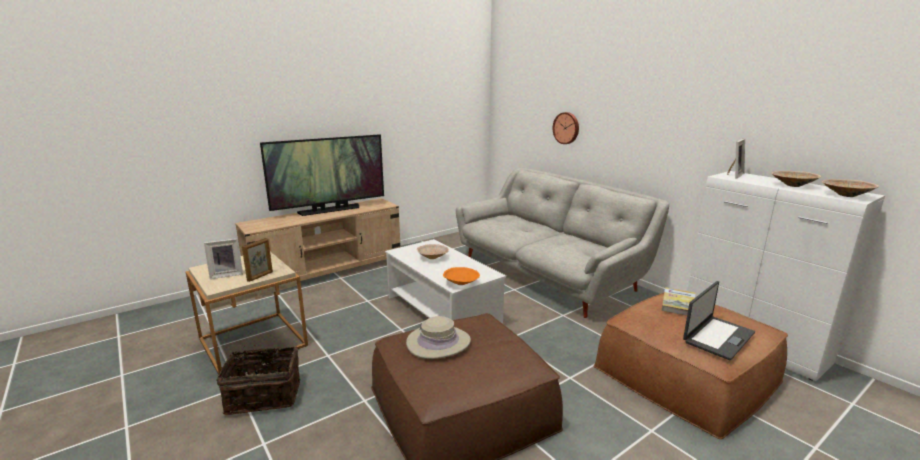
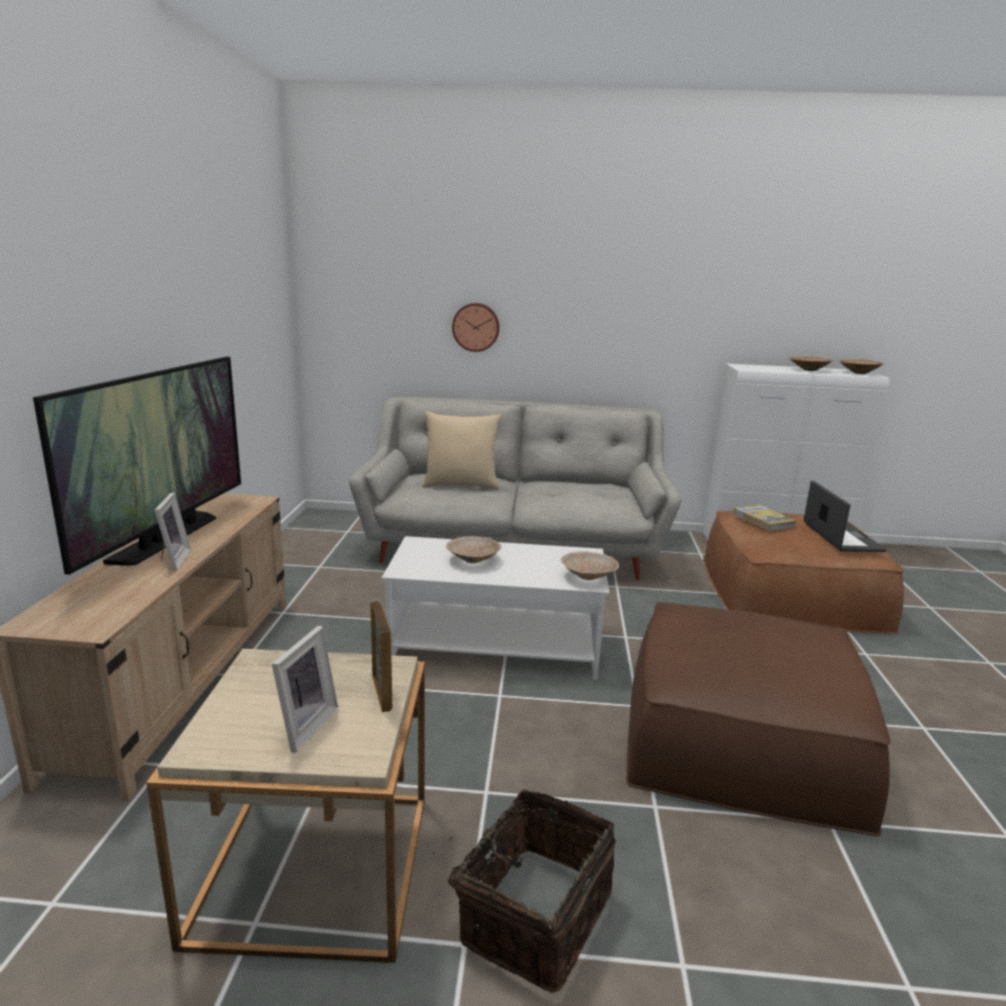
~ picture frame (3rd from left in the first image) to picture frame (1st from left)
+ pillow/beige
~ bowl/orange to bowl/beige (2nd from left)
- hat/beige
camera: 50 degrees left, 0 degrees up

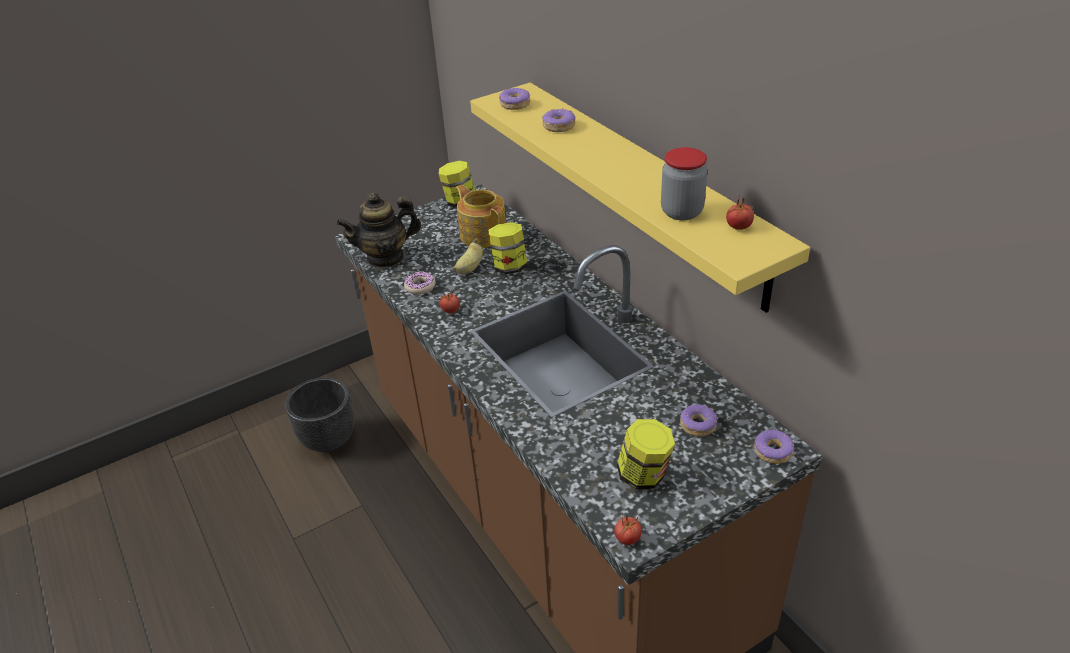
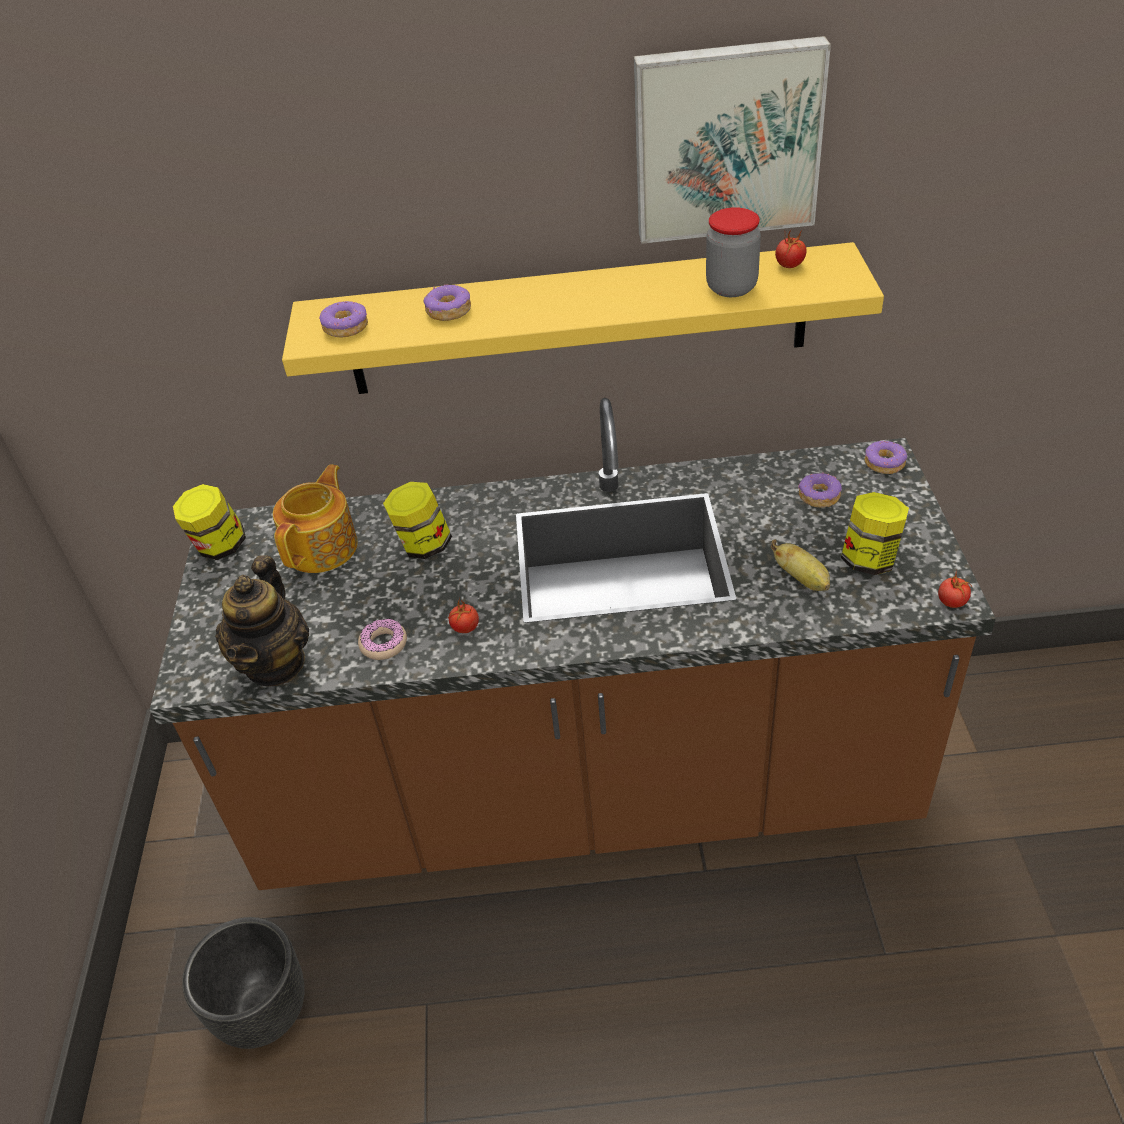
~ teapot (2nd from left) 120 degrees clockwise
+ picture
~ banana
camera: 60 degrees left, 5 degrees up

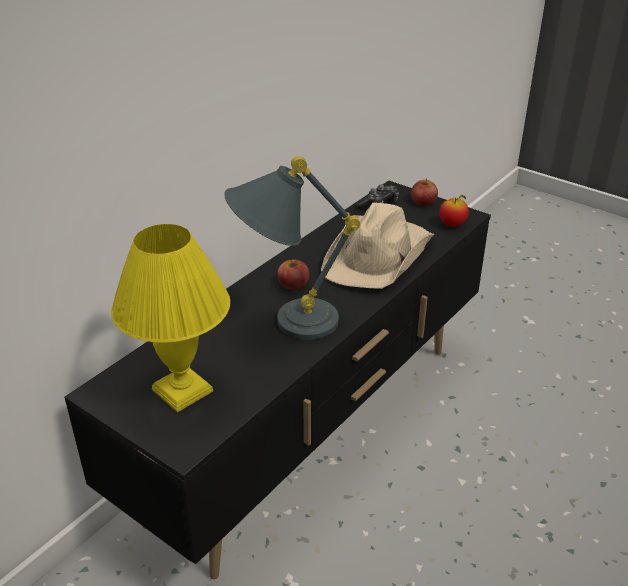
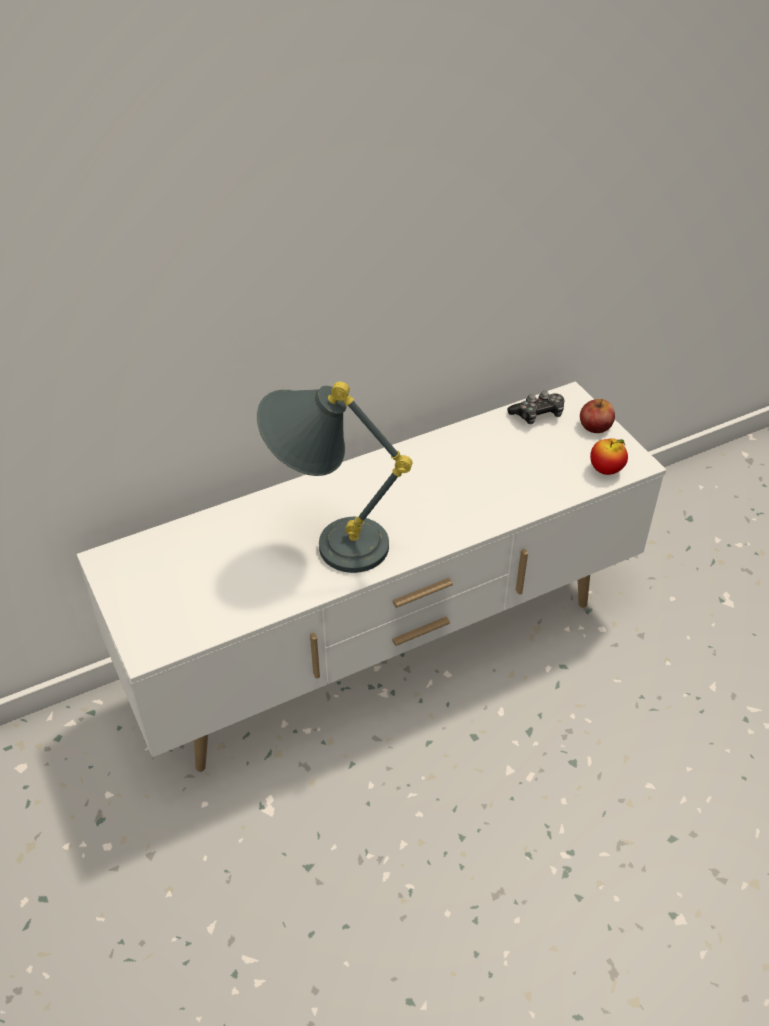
~ tv stand/black to tv stand/white
- table lamp/yellow
- apple (1st from left)
- hat/beige
camera: 25 degrees right, 10 degrees up

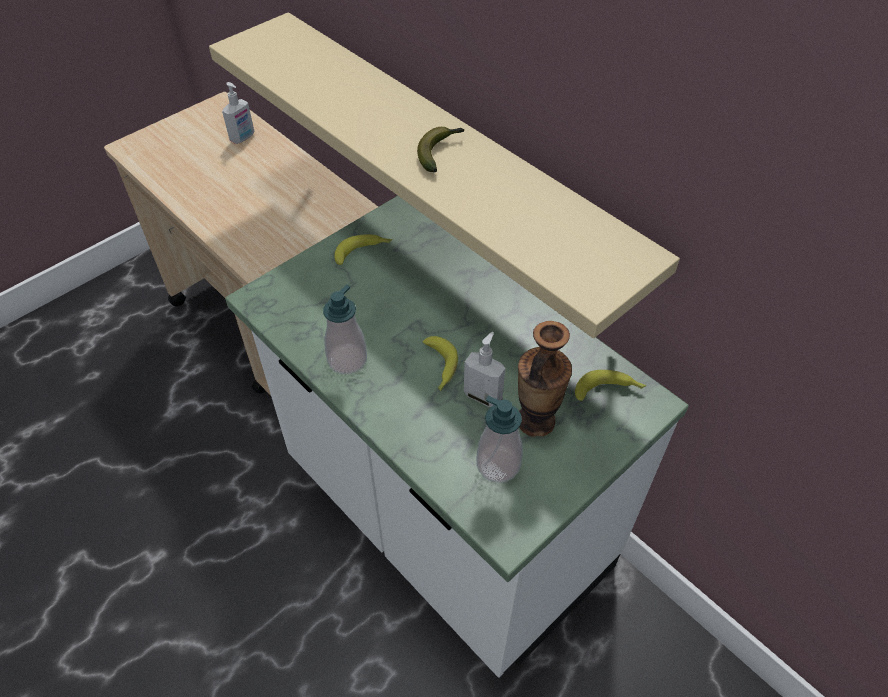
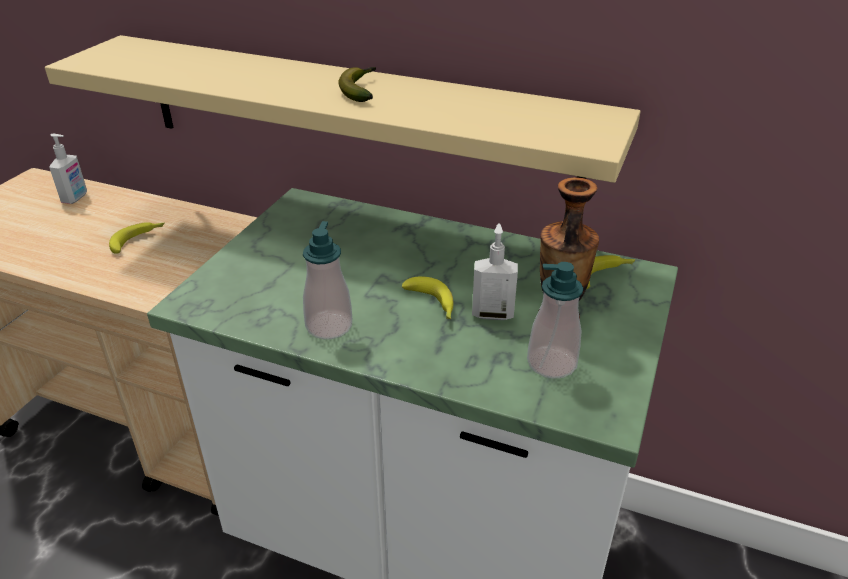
~ banana (1st from left)
camera: 25 degrees left, 15 degrees down

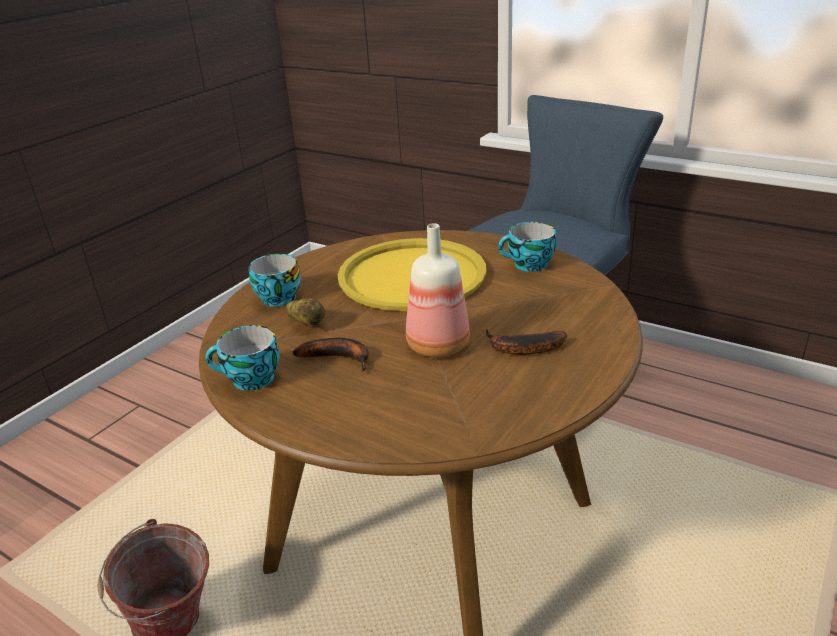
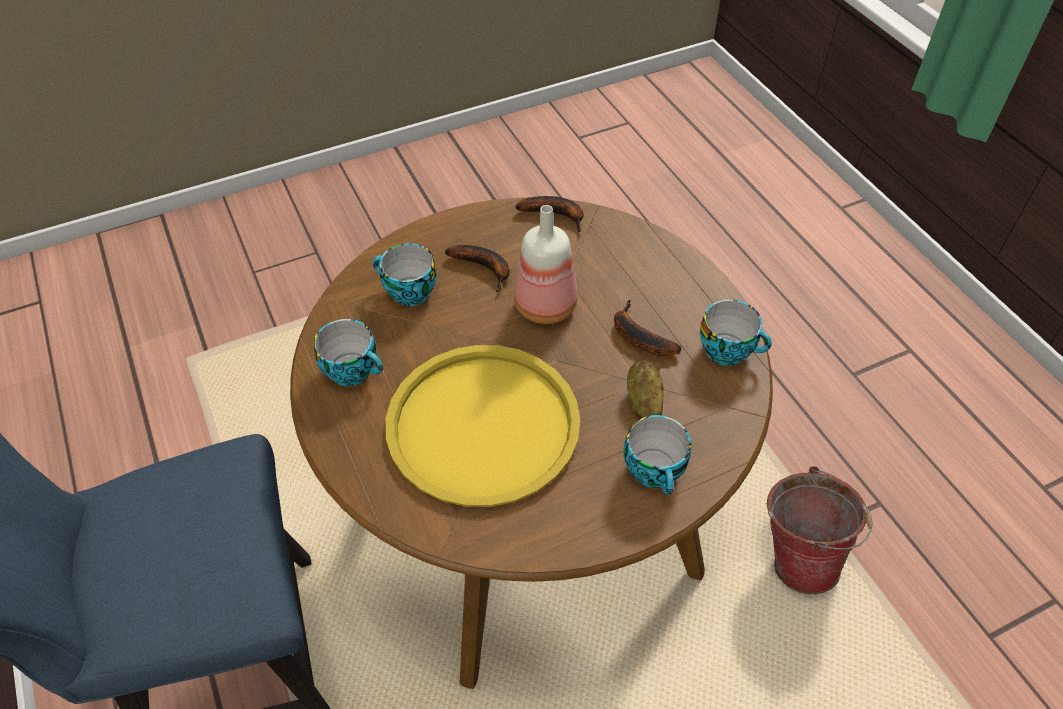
+ cup (2nd from left)
+ banana (2nd from left)
camera: 150 degrees left, 20 degrees up

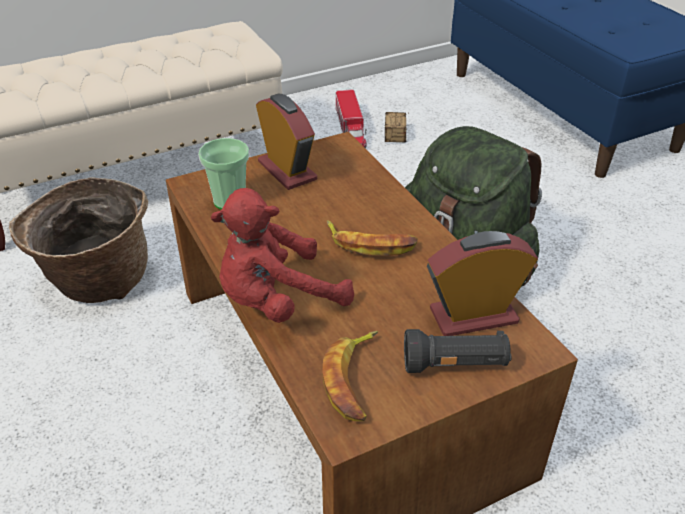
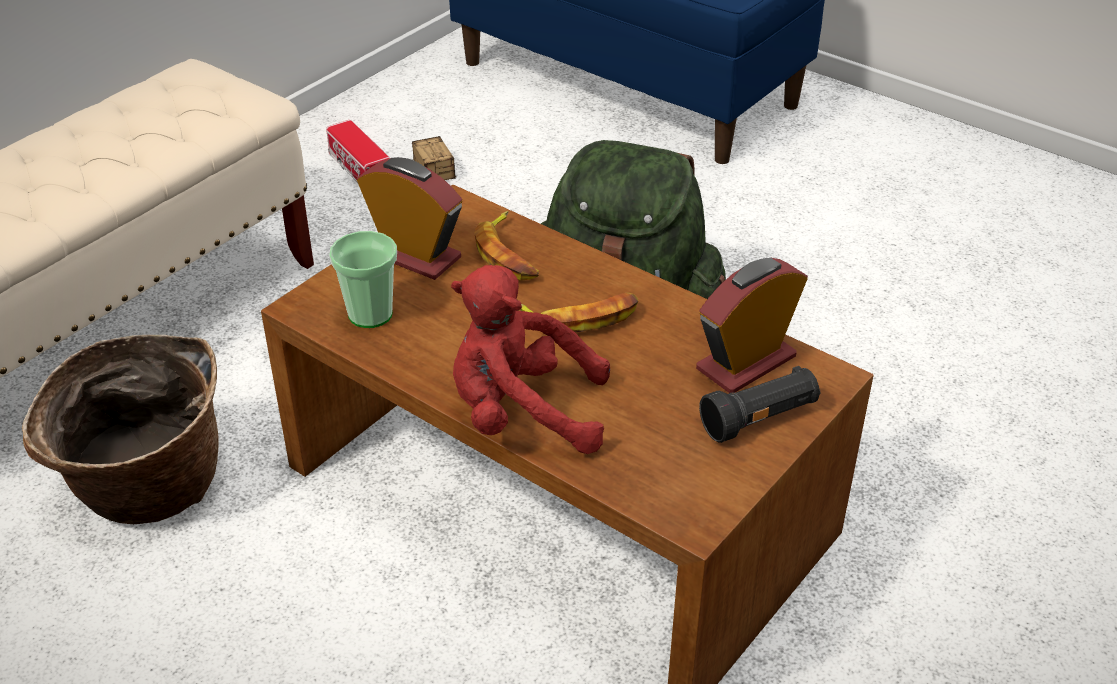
~ plush toy/red 60 degrees clockwise
~ banana (1st from left)
camera: 25 degrees left, 0 degrees up

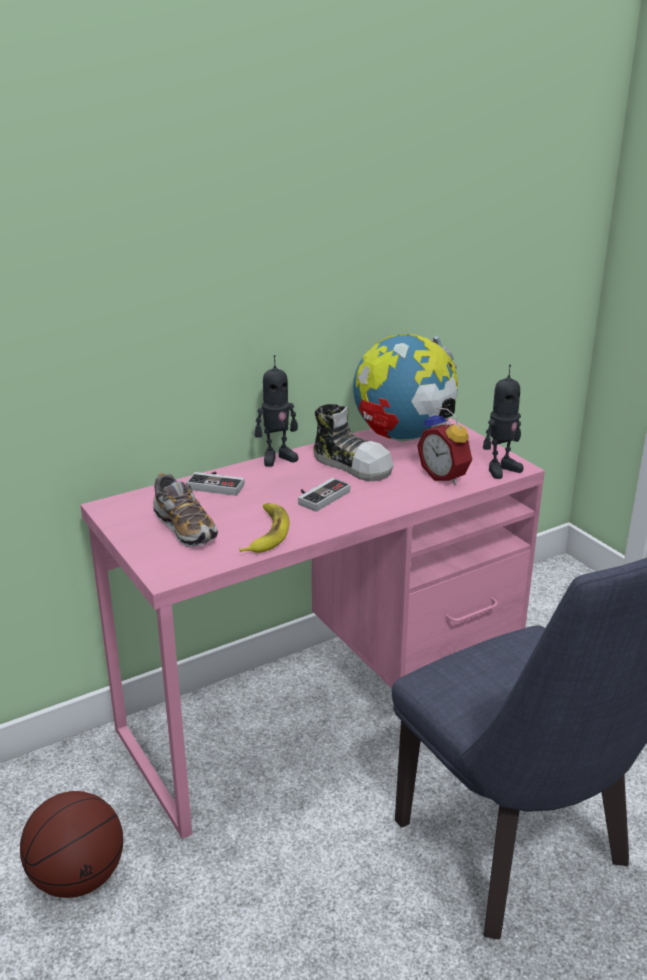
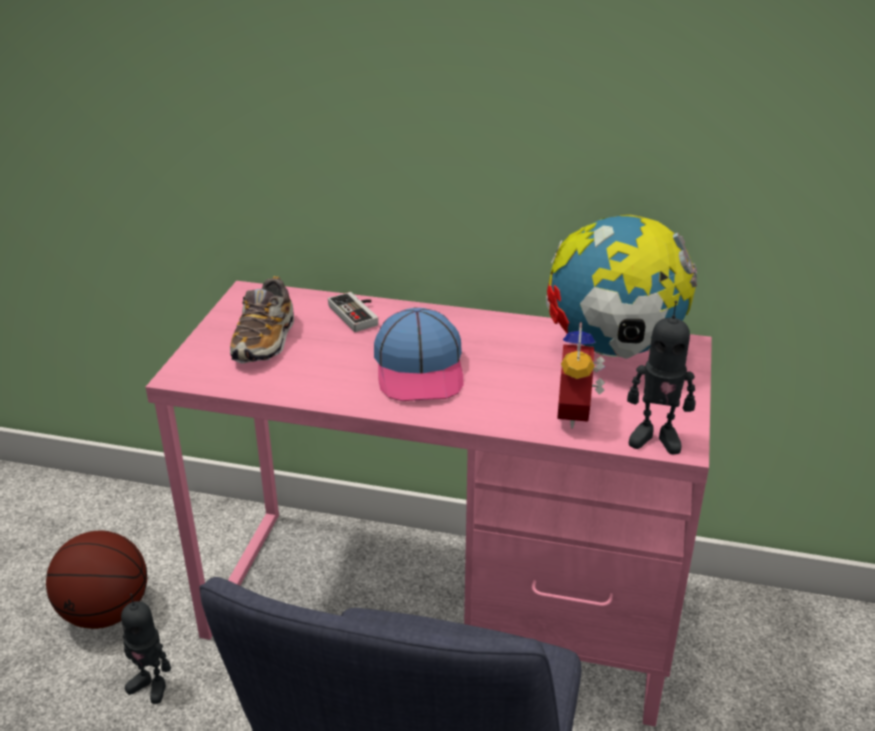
~ toy robot (1st from left)
~ game controller (2nd from left) to cap
- banana
- shoe (2nd from left)
camera: 45 degrees right, 5 degrees up

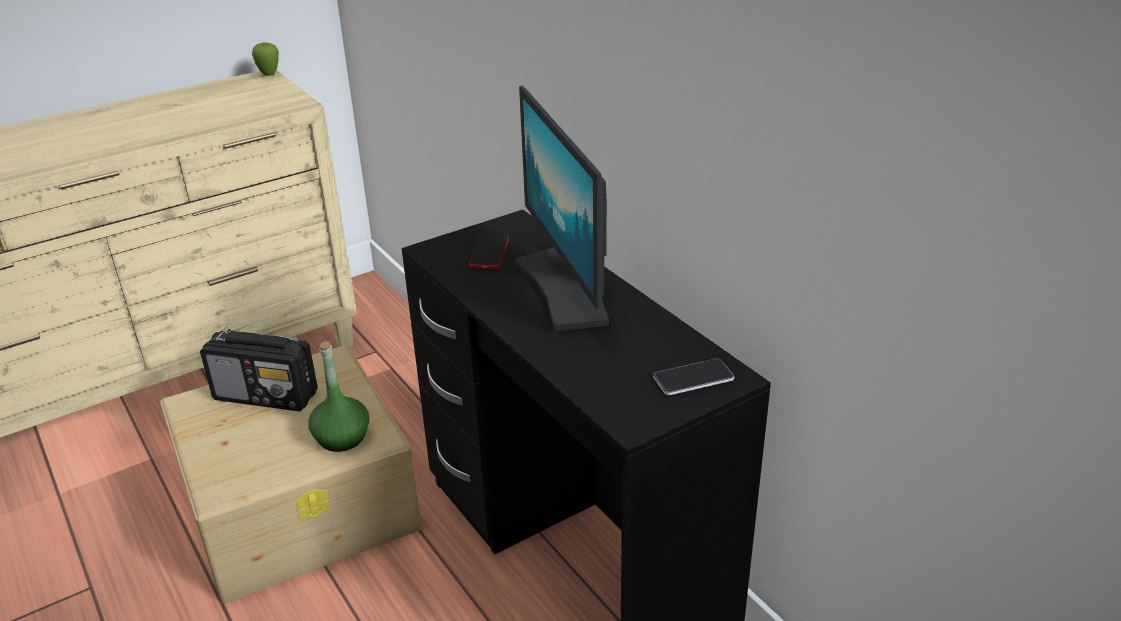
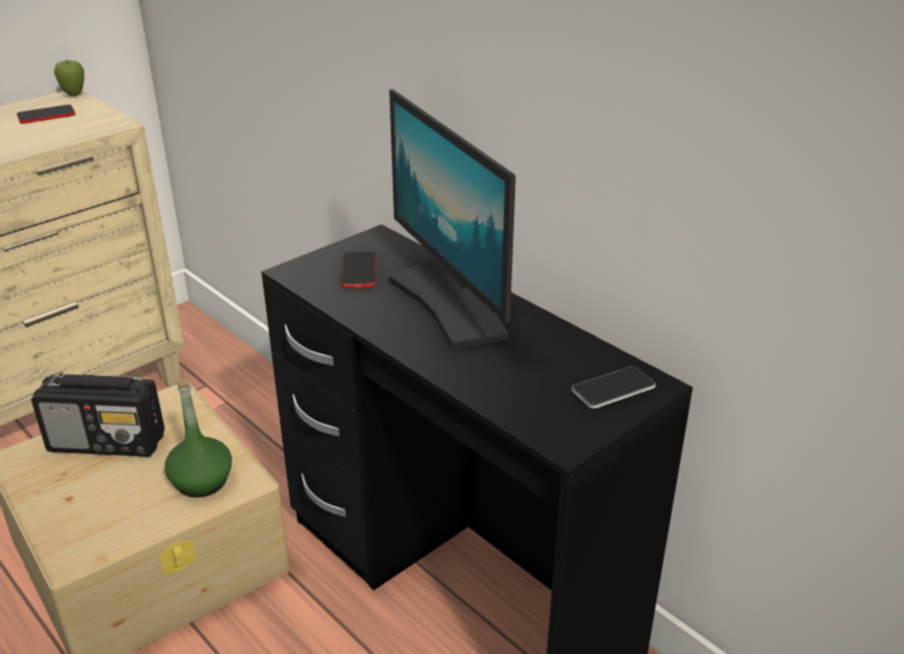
+ phone (1st from left)
camera: 10 degrees left, 0 degrees up

